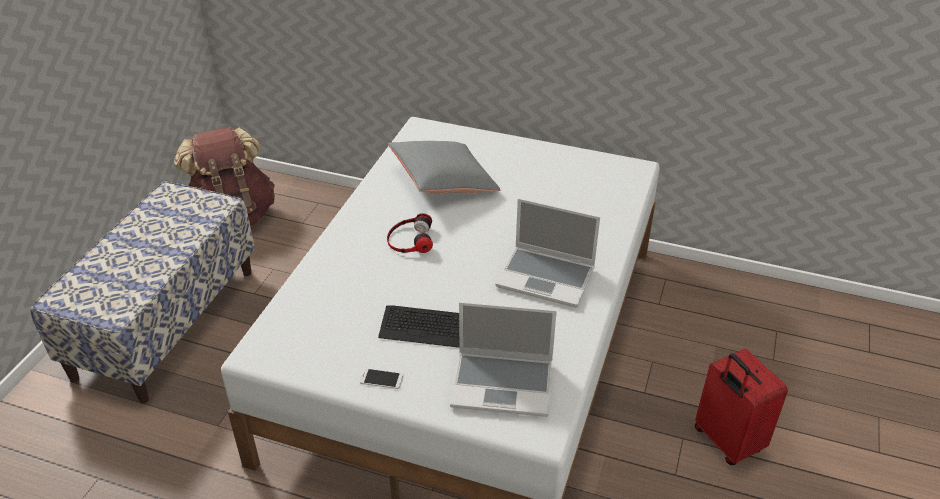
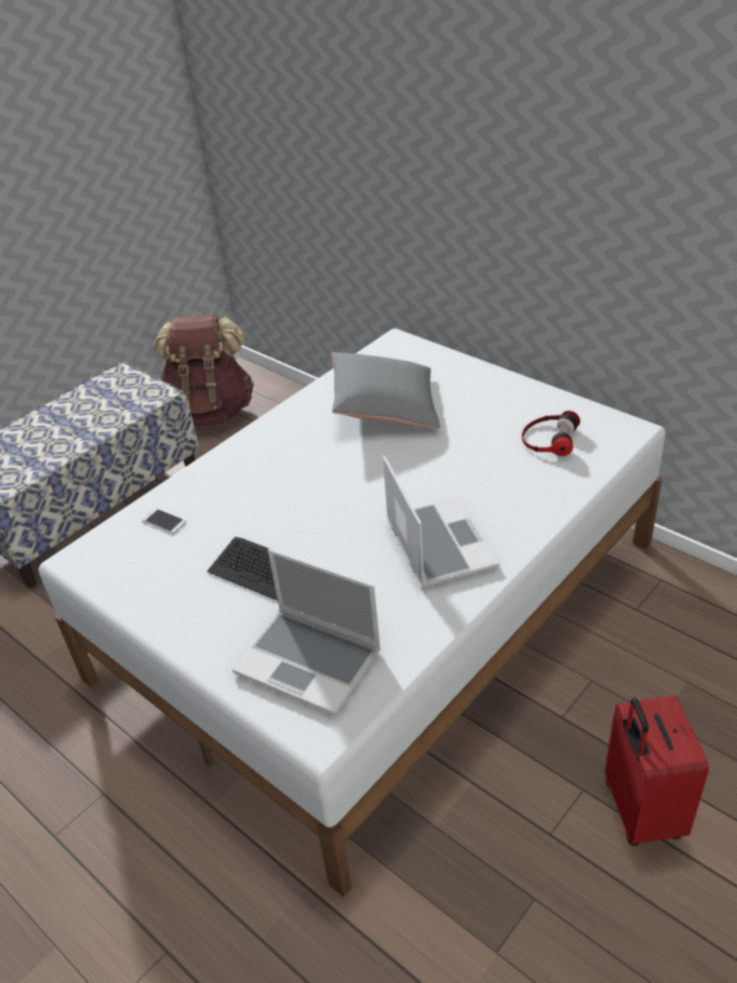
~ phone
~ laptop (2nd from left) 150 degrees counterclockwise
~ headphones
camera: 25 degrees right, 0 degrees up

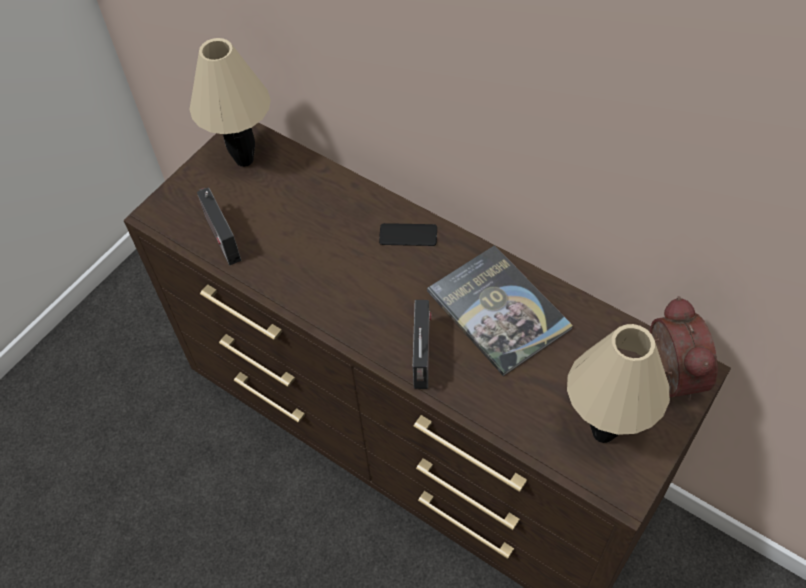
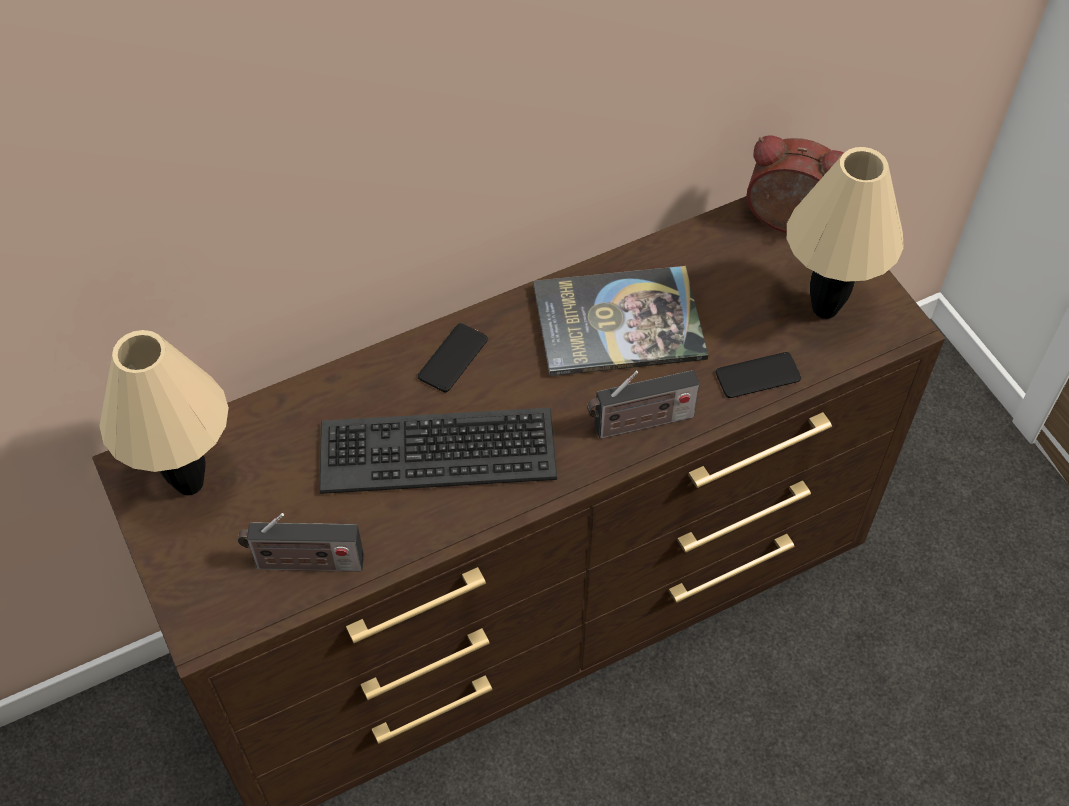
+ keyboard
~ radio (2nd from left) 135 degrees clockwise
+ phone (2nd from left)
camera: 65 degrees left, 0 degrees up

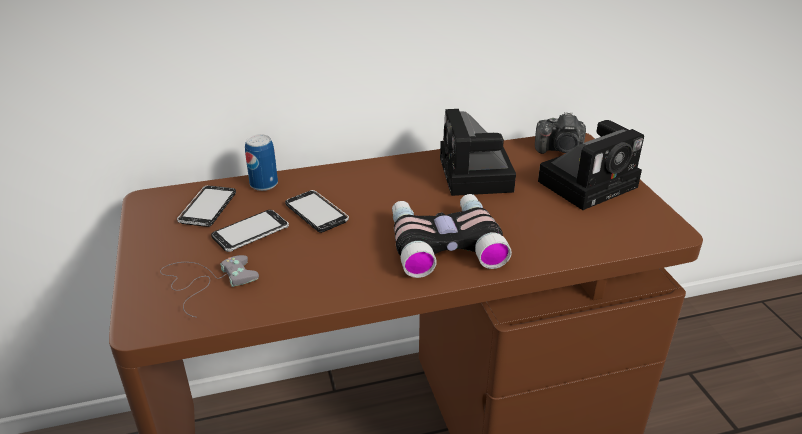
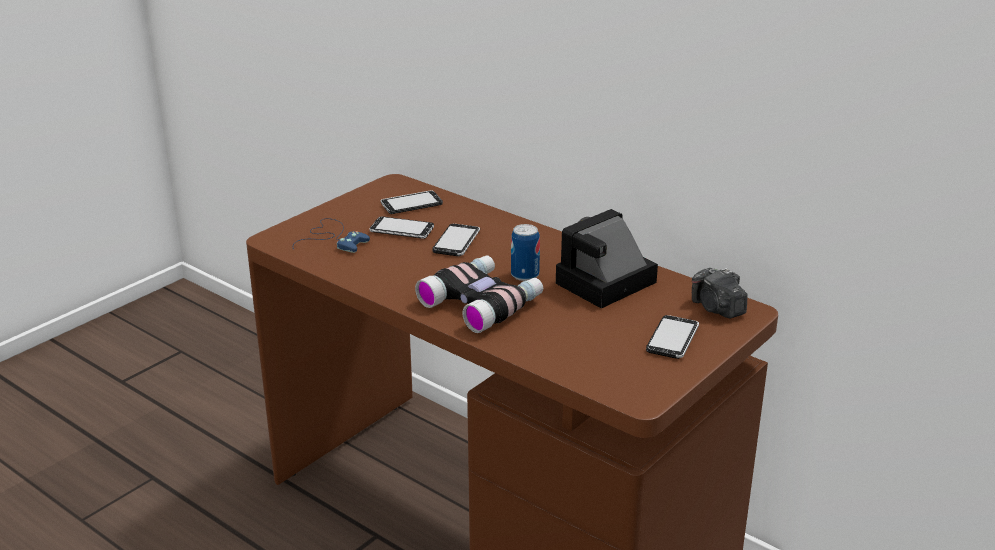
~ game controller/grey to game controller/blue
~ can
~ photo camera (3rd from left) to phone (4th from left)
camera: 55 degrees right, 5 degrees down

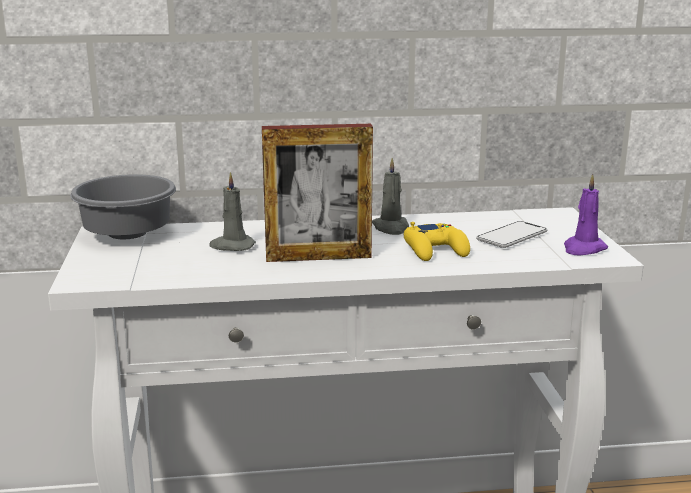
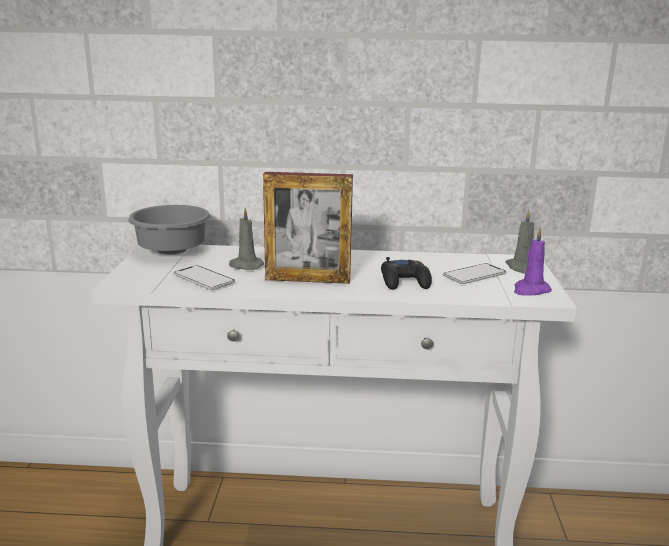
+ phone (1st from left)
~ game controller/yellow to game controller/black
~ candle/grey (2nd from left)
camera: 10 degrees right, 0 degrees up

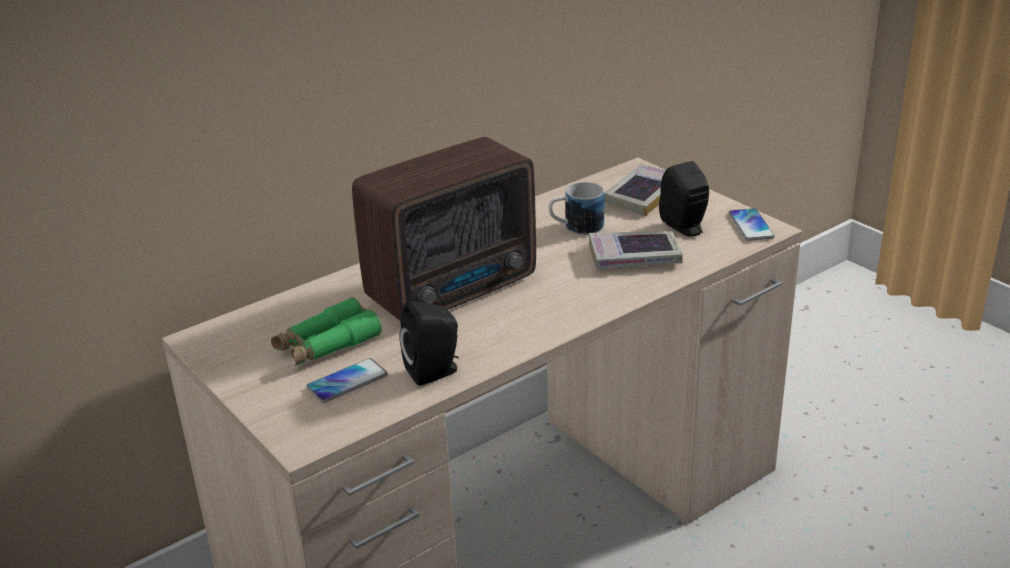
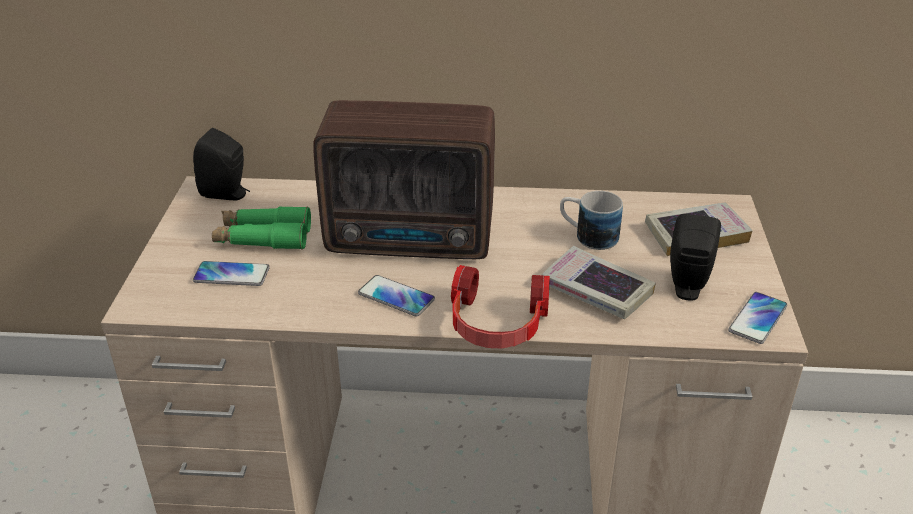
~ speaker/black (1st from left)
+ phone (2nd from left)
+ headphones
camera: 40 degrees right, 5 degrees up

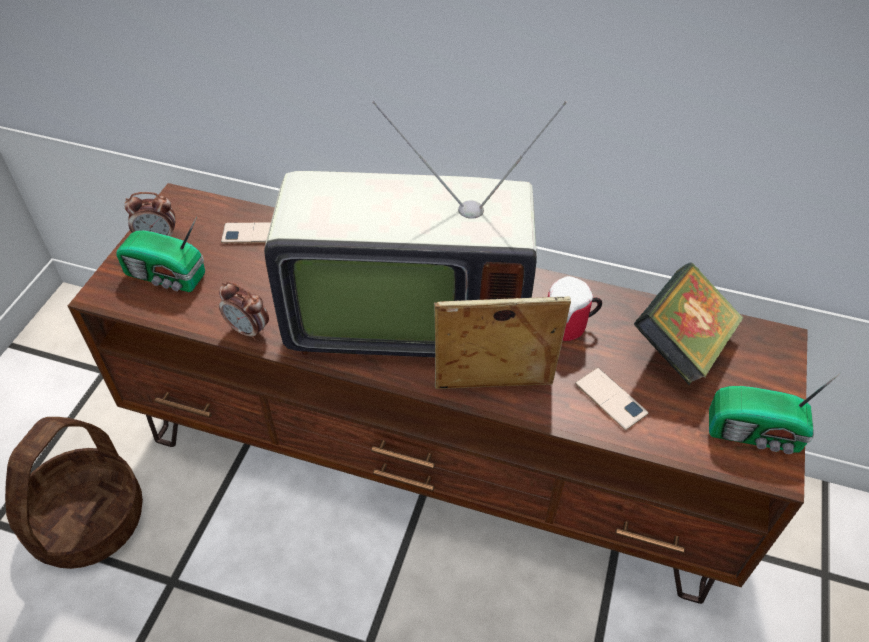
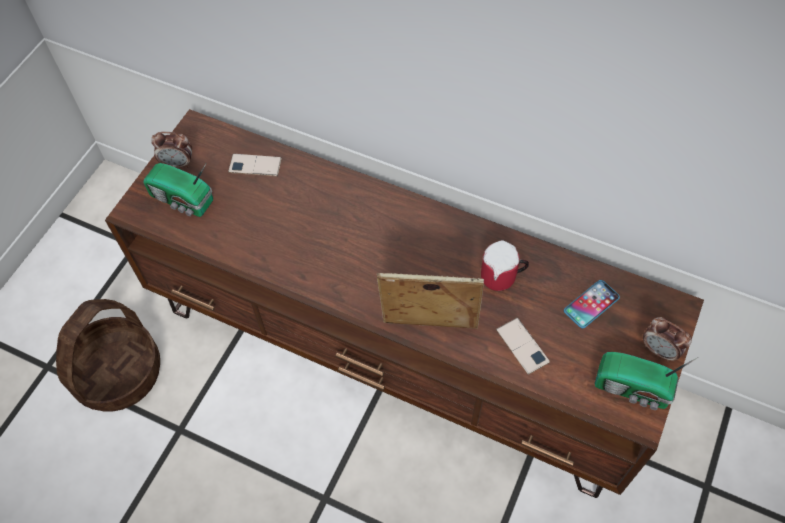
~ book to phone (3rd from left)
~ alarm clock (2nd from left)
- television
camera: 10 degrees right, 10 degrees up

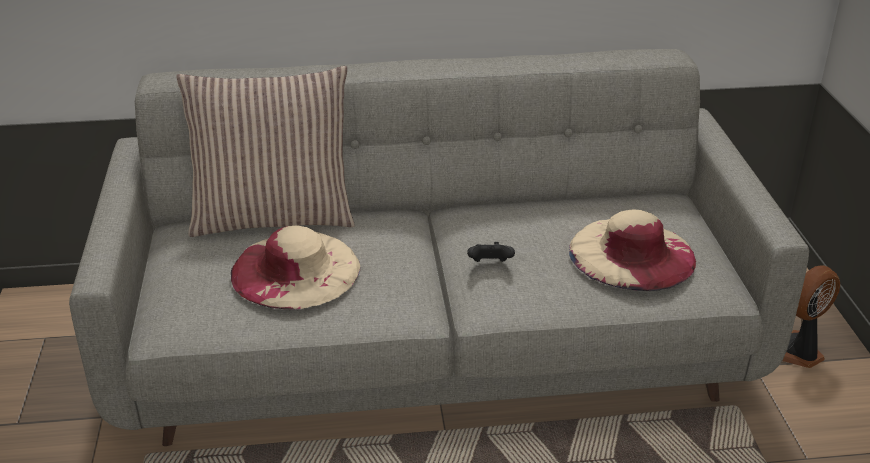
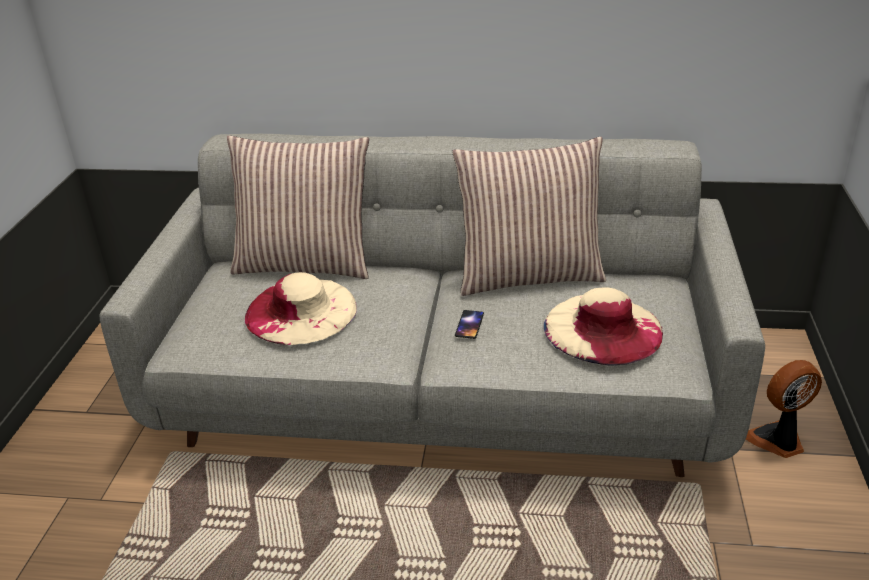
+ pillow (2nd from left)
~ game controller/black to phone
camera: 15 degrees right, 0 degrees up

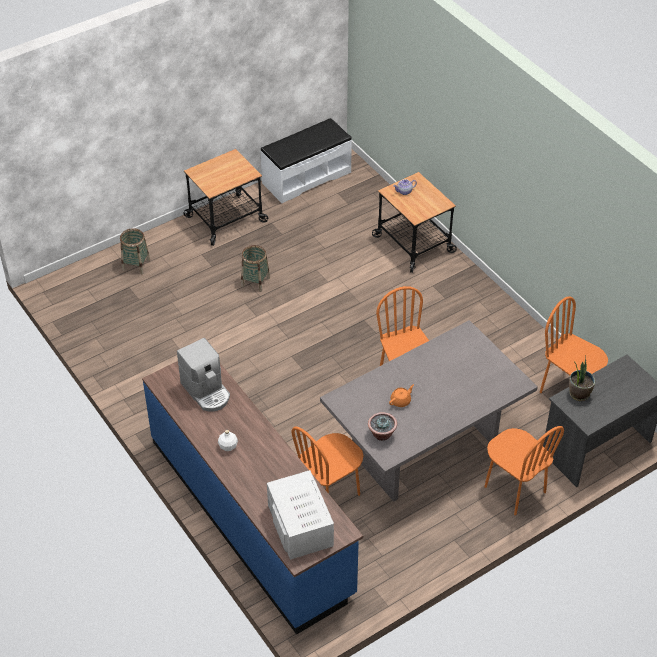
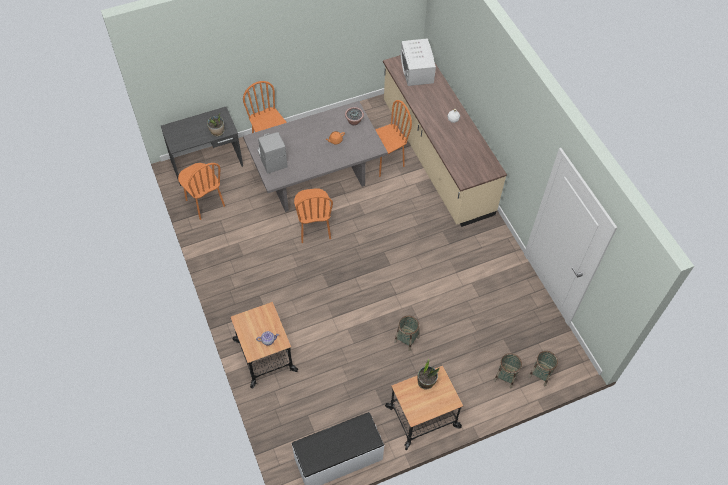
~ coffee machine
~ counter/blue to counter/beige
+ potted plant (3rd from left)
+ basket (3rd from left)
camera: 170 degrees left, 10 degrees up

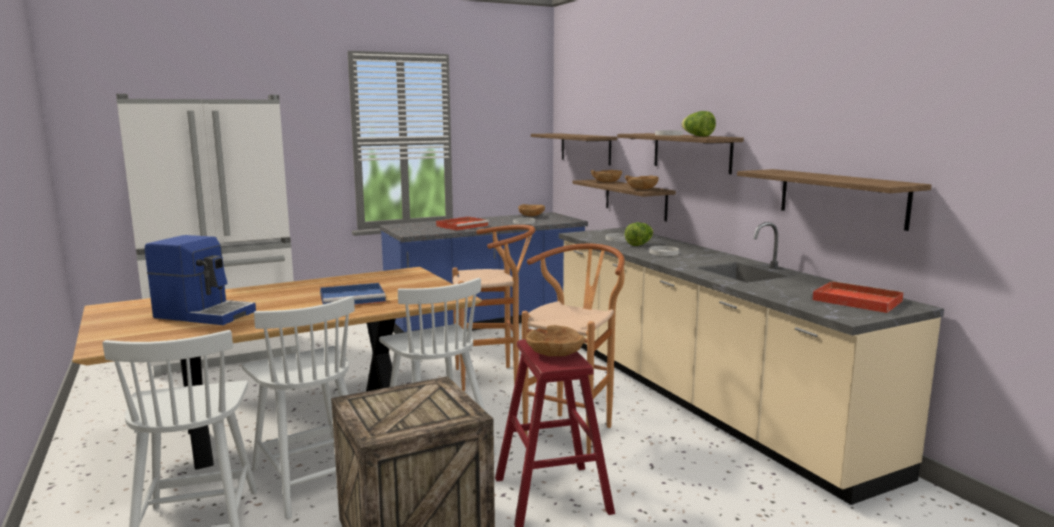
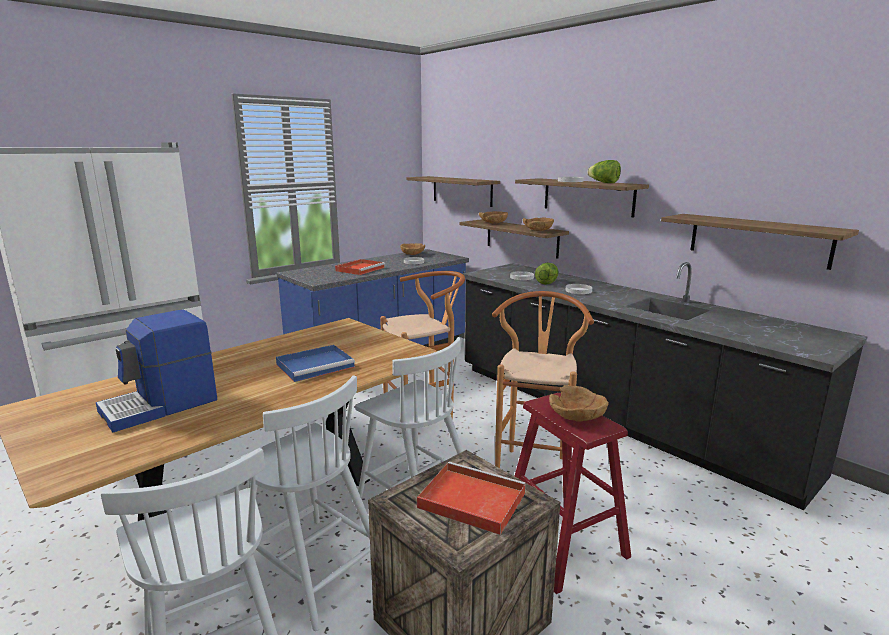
~ coffee machine 135 degrees clockwise
~ tray/red (2nd from left)
~ counter/beige to counter/black
camera: 15 degrees left, 5 degrees up

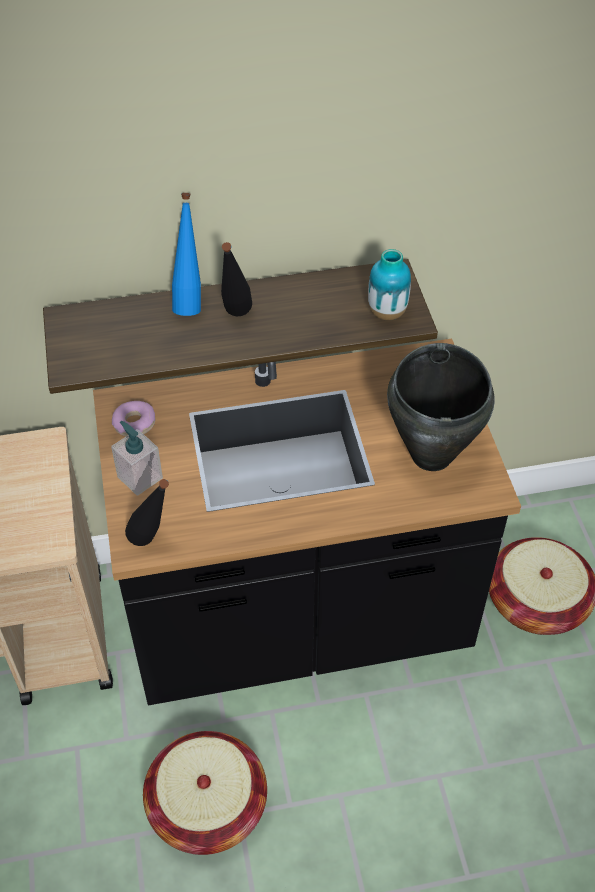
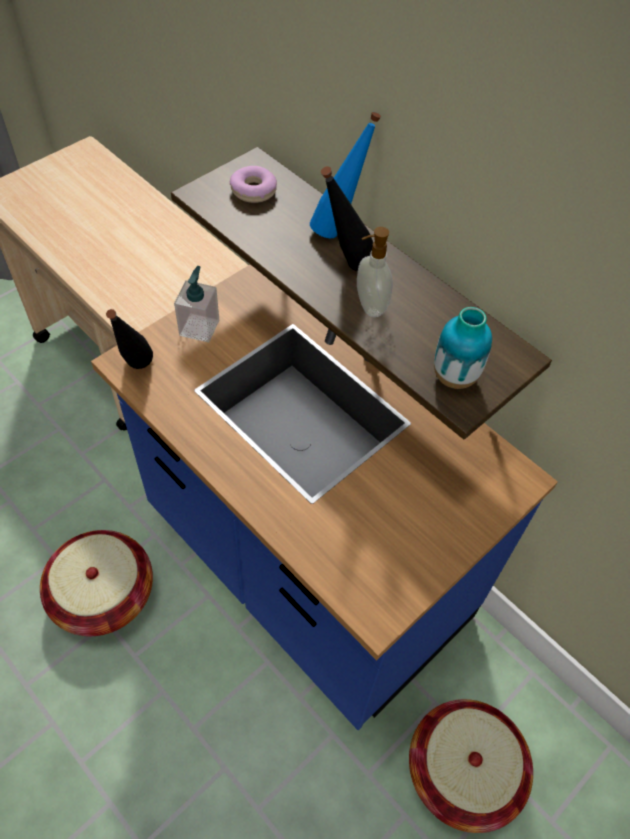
~ counter/black to counter/blue
~ donut
+ soap dispenser (2nd from left)
- cooking pot/black
camera: 55 degrees right, 5 degrees up

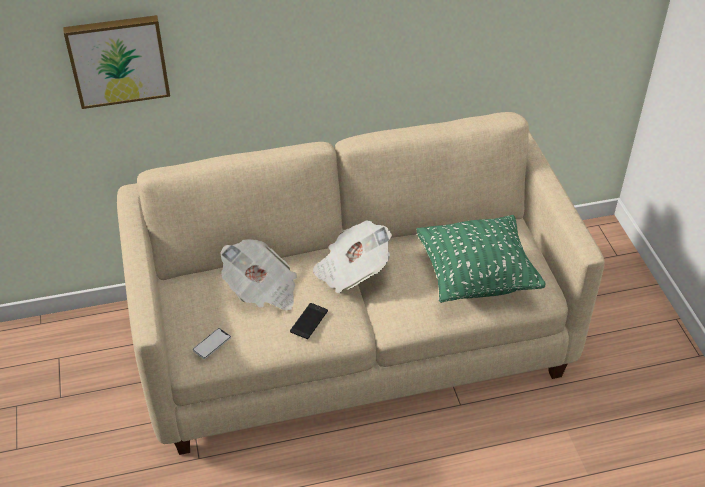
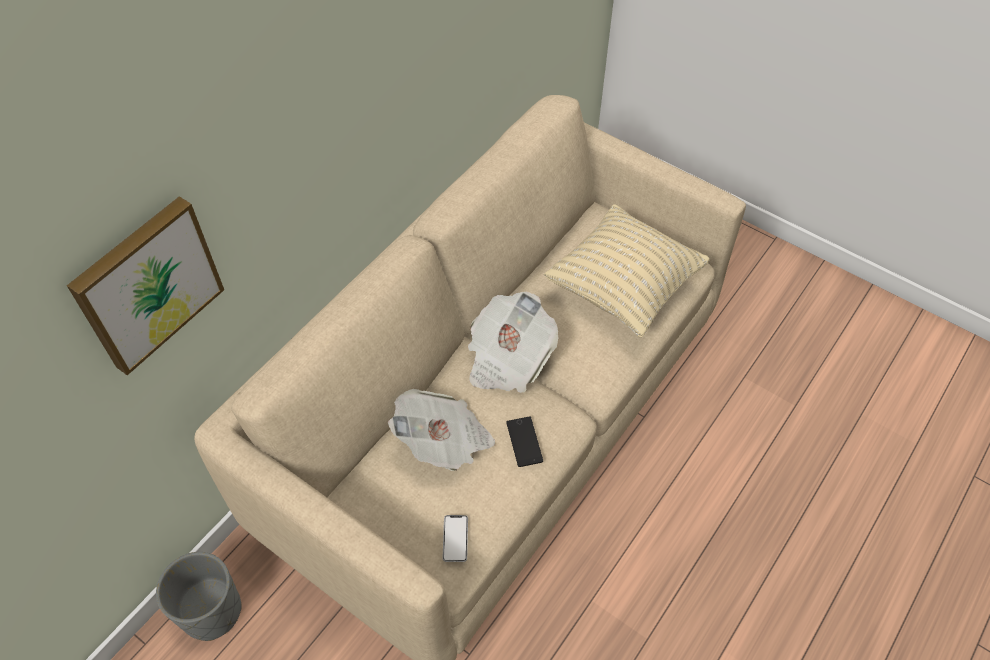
+ planter/grey
~ pillow/green to pillow/beige
camera: 40 degrees left, 10 degrees up

